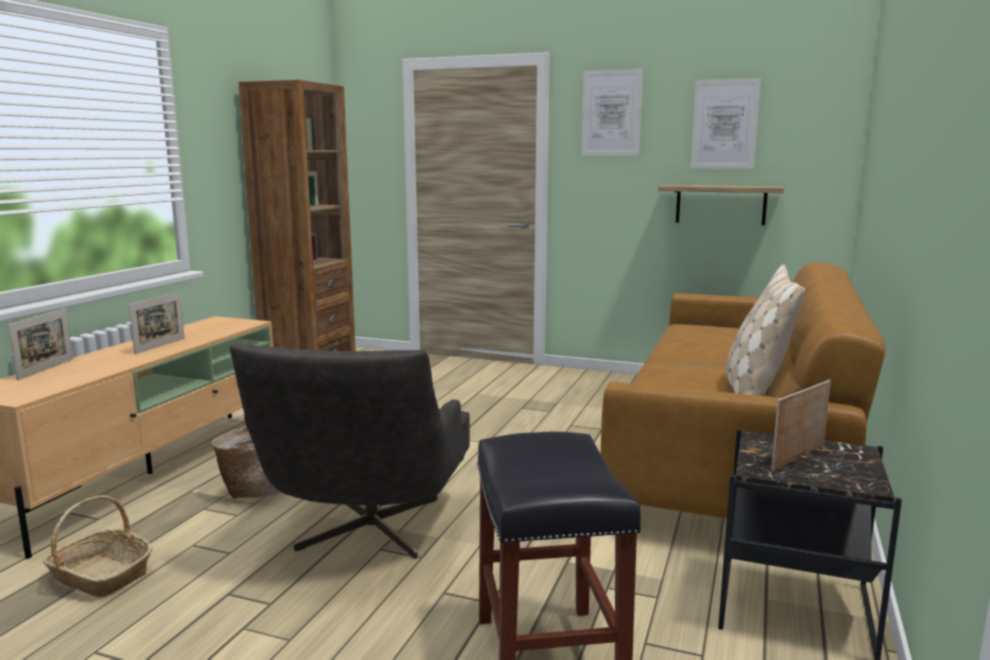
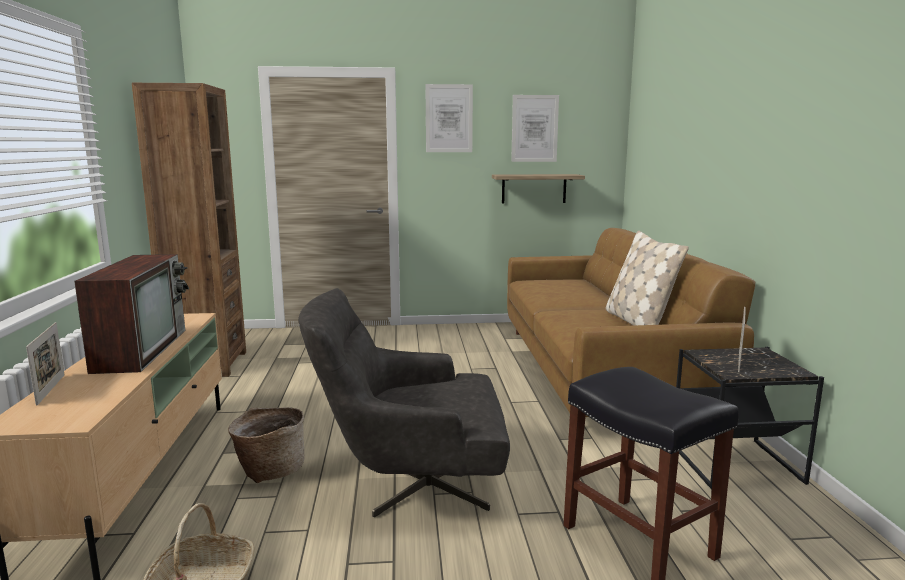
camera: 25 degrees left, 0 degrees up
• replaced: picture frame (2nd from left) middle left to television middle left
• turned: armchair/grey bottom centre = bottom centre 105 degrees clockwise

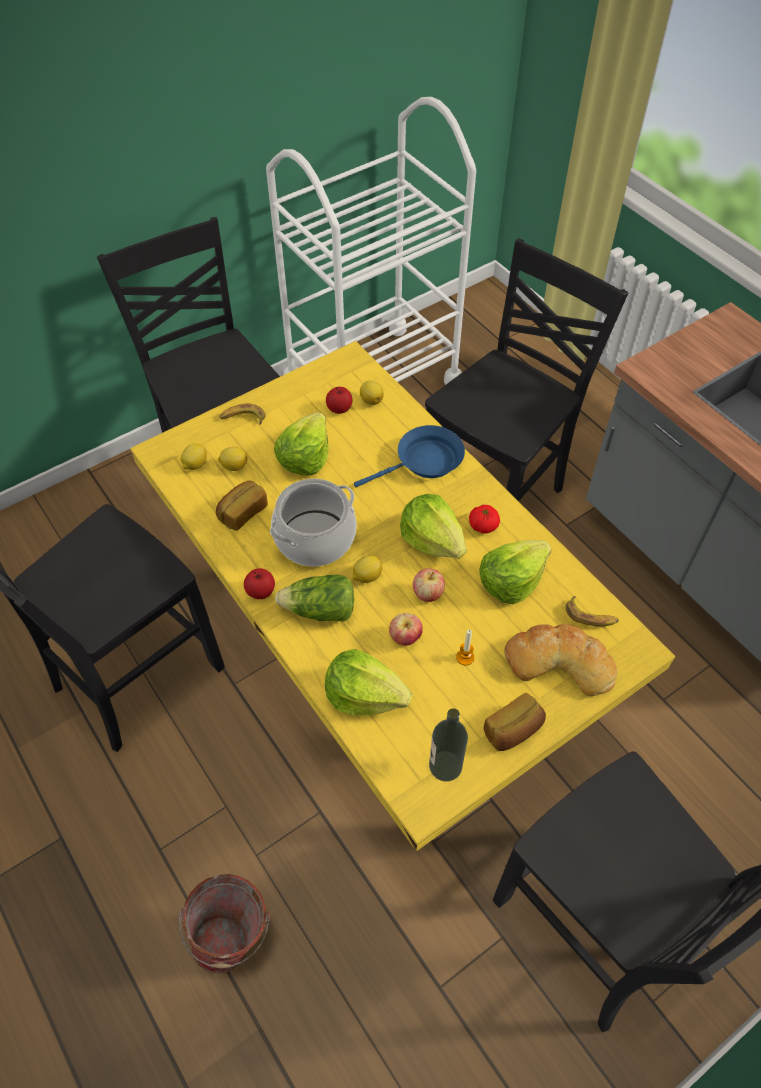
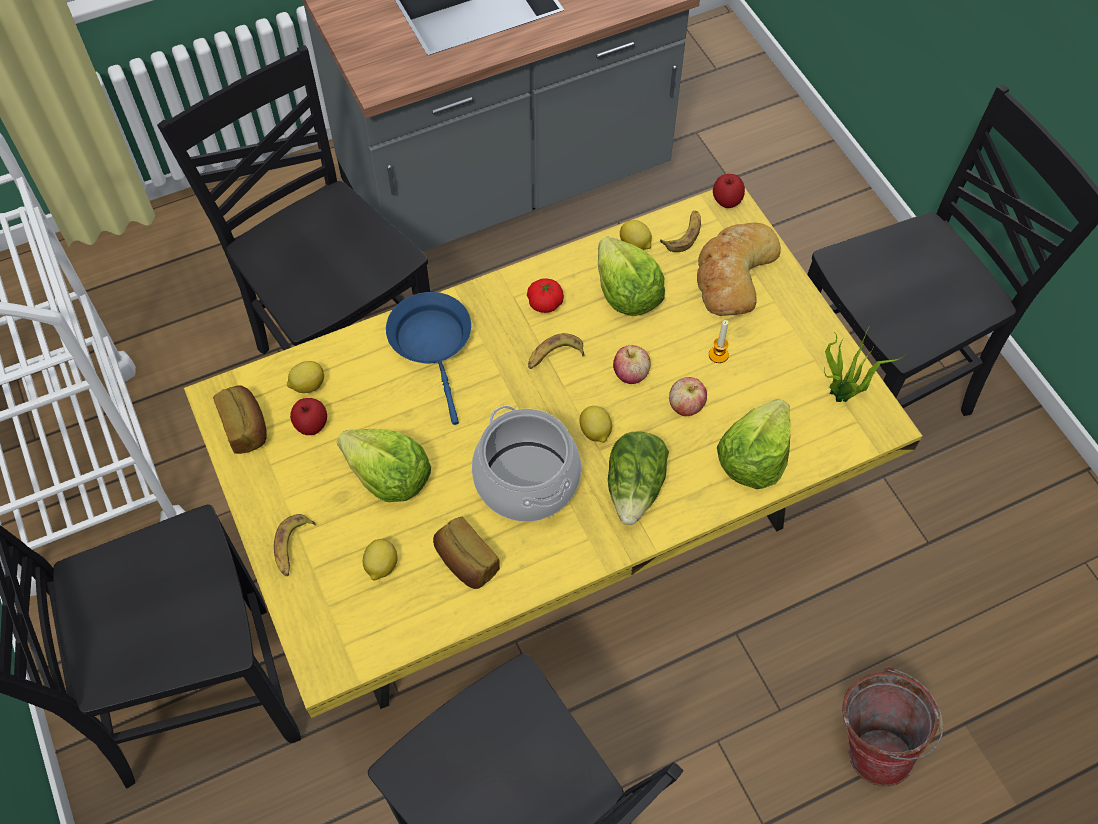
camera: 80 degrees left, 5 degrees up
• moved: lemon (1st from left in the first image) middle left to lemon (4th from left) top centre
• moved: apple (1st from left in the first image) centre to apple (4th from left) top centre
• replaced: lettuce (4th from left) centre to banana (2nd from left) centre
• replaced: bottle bottom centre to potted plant middle right
• moved: bread (2nd from left in the first image) middle right to bread (1st from left) middle left

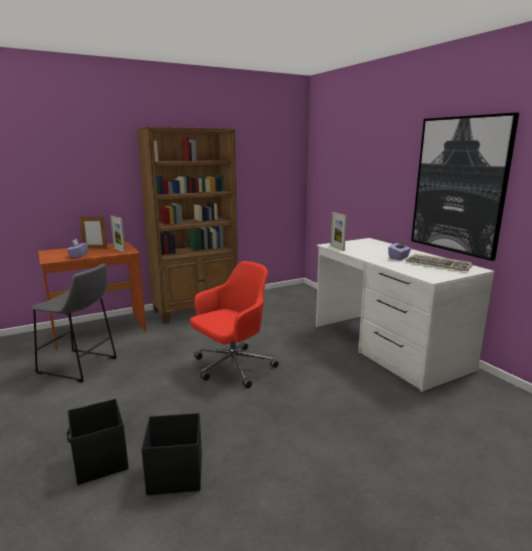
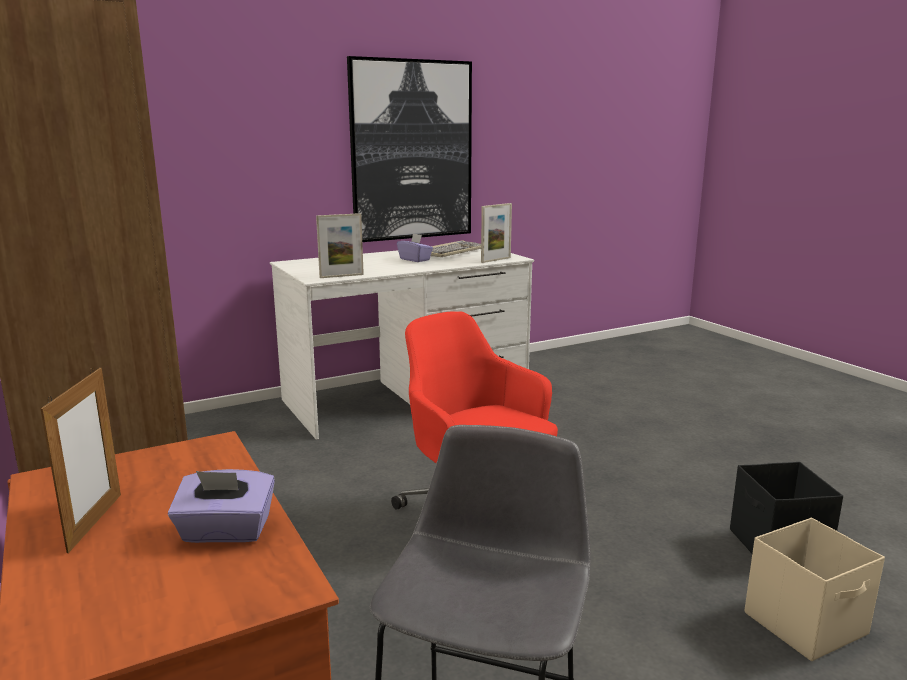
camera: 90 degrees left, 0 degrees up
• recoloured: storage box/black (1st from left) bottom left to storage box/beige bottom right
• moved: picture frame (2nd from left in the first image) middle left to picture frame (3rd from left) centre

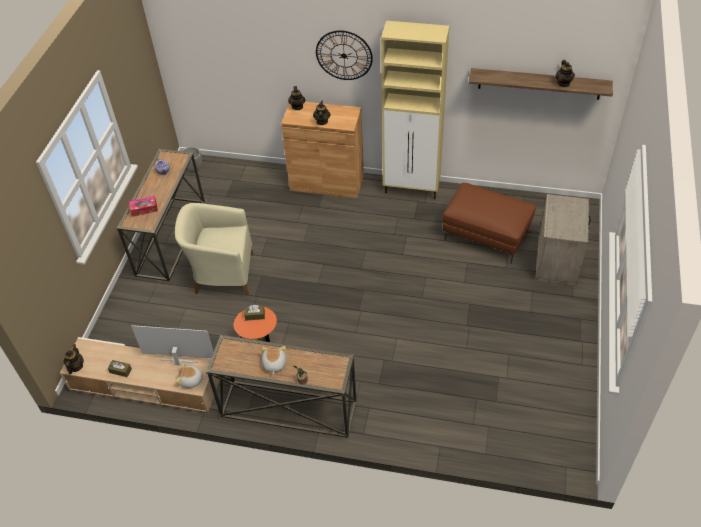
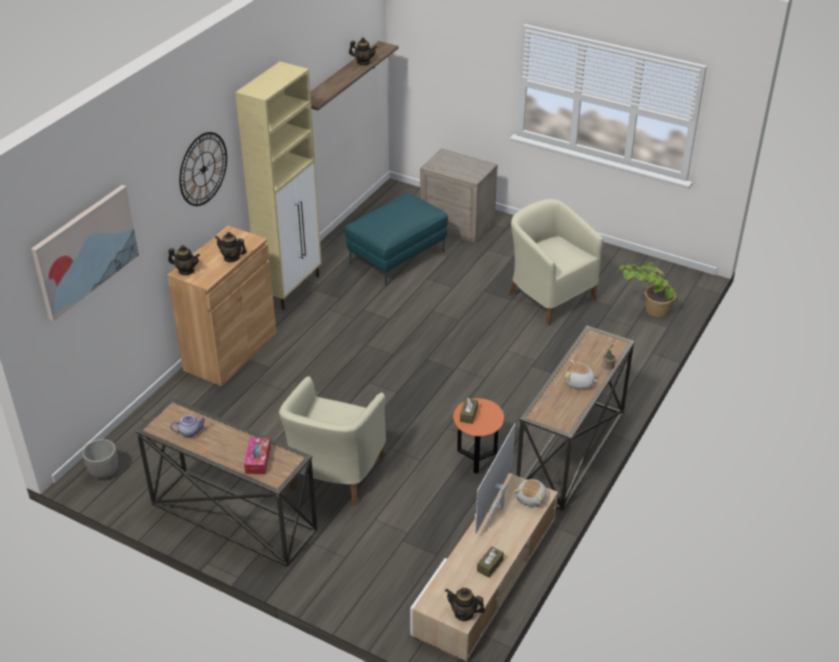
camera: 75 degrees left, 10 degrees down
• recoloured: ottoman/brown middle right to ottoman/turquoise centre
• added: picture middle left
• added: armchair/beige (2nd from left) centre
• added: potted plant (2nd from left) middle right

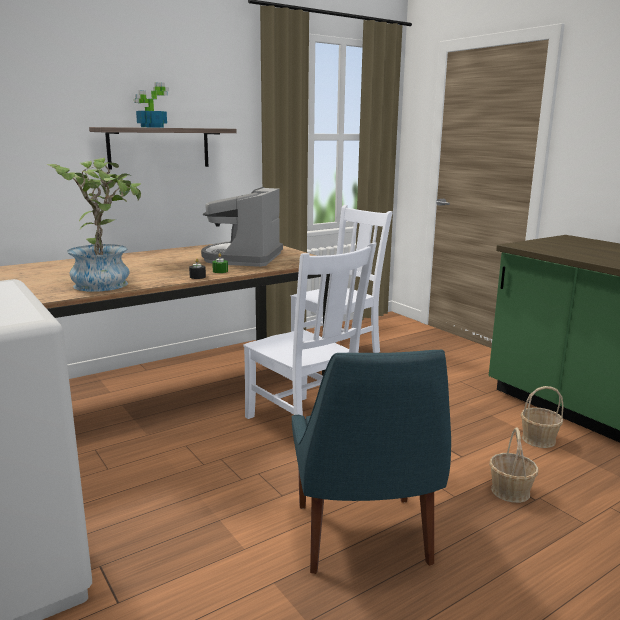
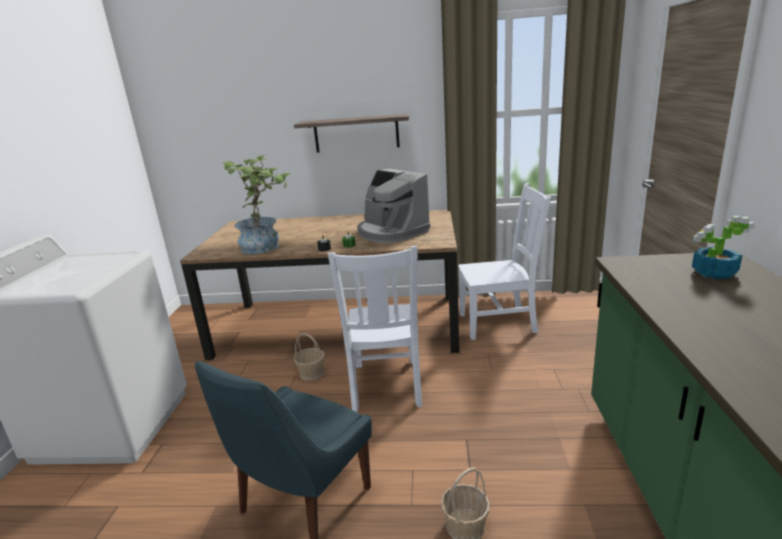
camera: 40 degrees right, 5 degrees up
• moved: potted plant (2nd from left) top left to middle right
• turned: coffee machine centre = centre 90 degrees counterclockwise
• moved: basket (2nd from left in the first image) bottom right to basket (1st from left) centre

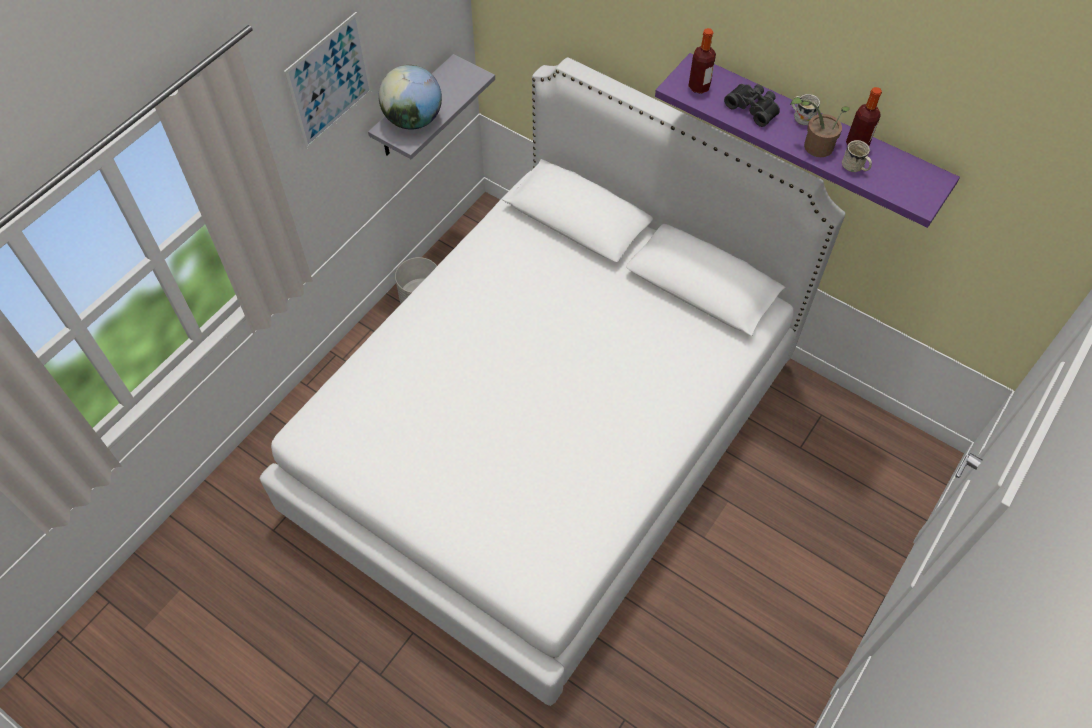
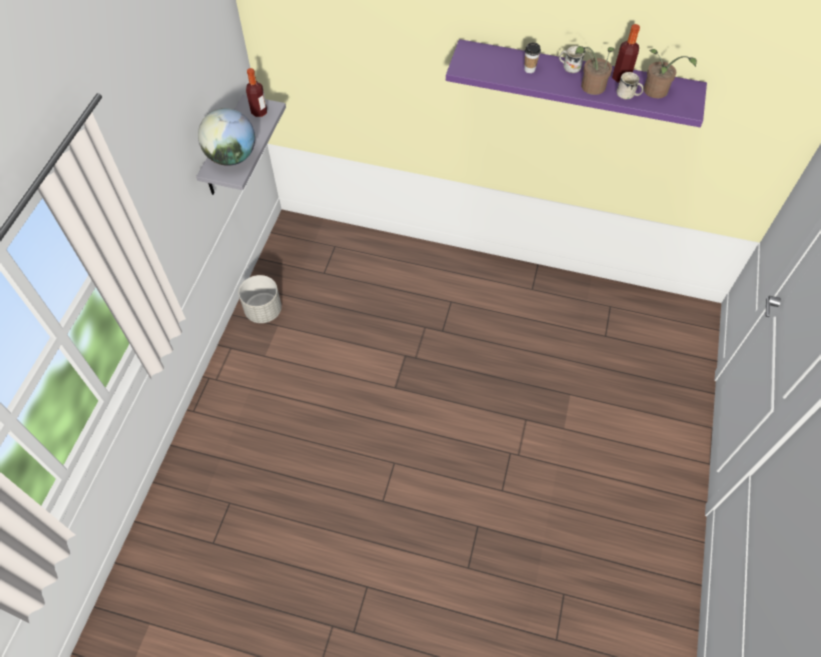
camera: 20 degrees left, 0 degrees up
• removed: bed/white centre
• removed: picture top left
• moved: bottle (1st from left) top centre to top left
• replaced: binoculars/black top right to cup top centre
• added: potted plant (2nd from left) top right

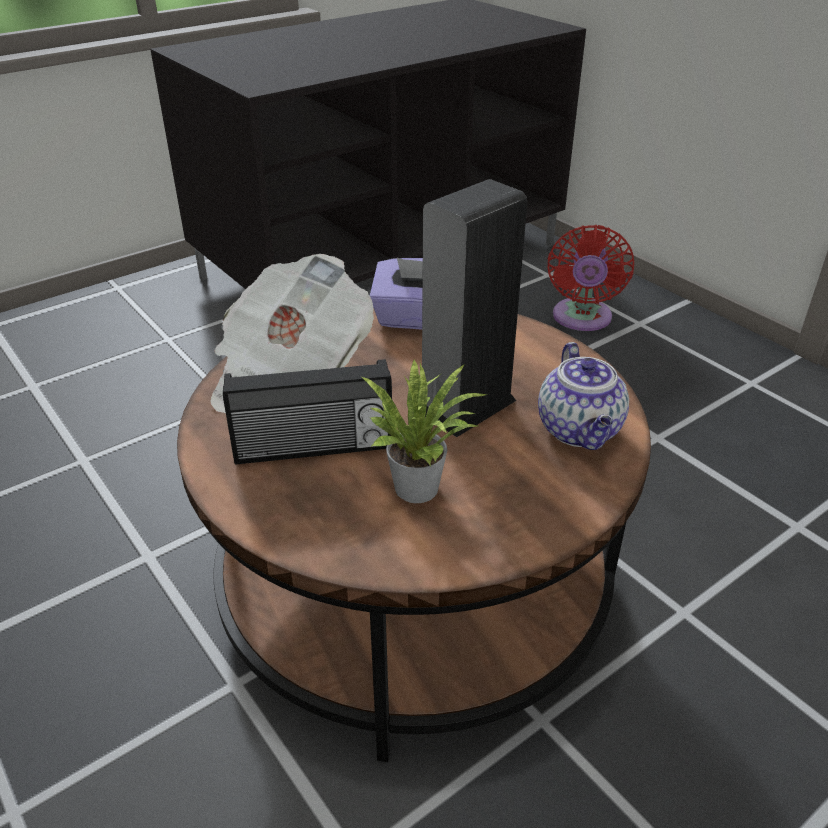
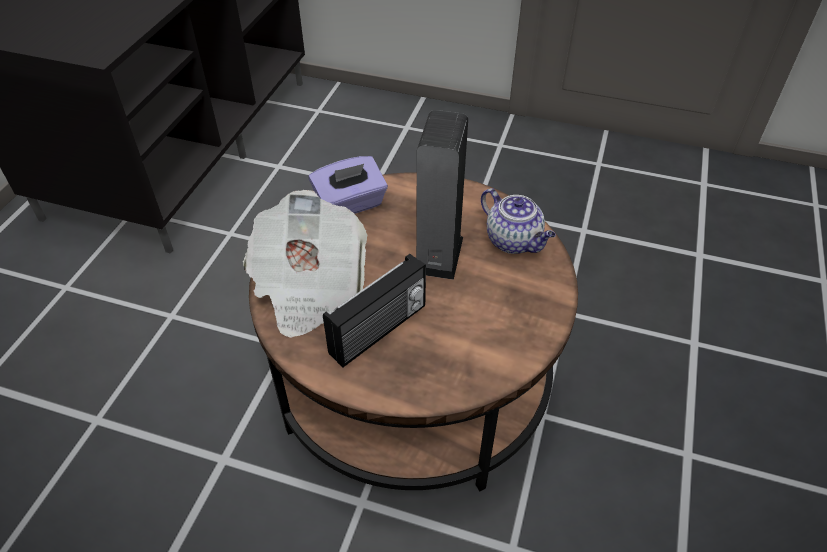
camera: 35 degrees left, 10 degrees up
• removed: potted plant centre
• removed: fan/red middle right

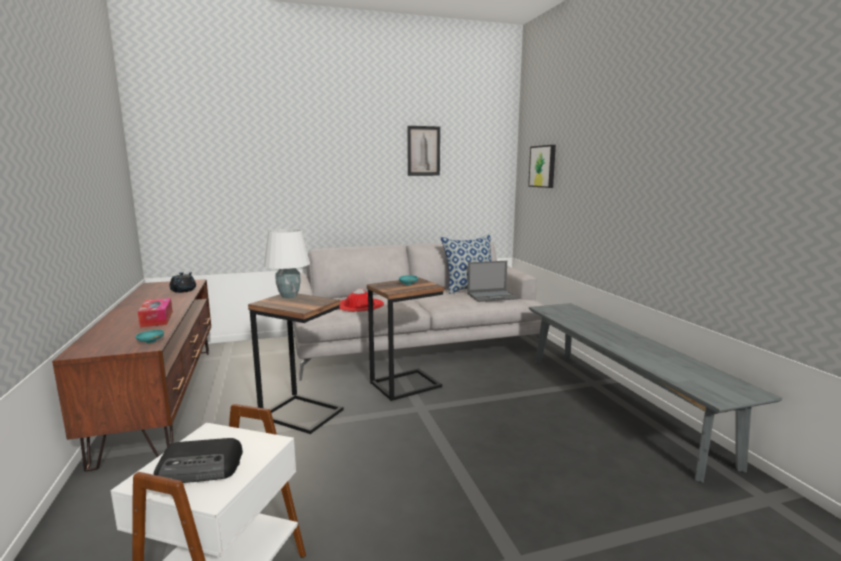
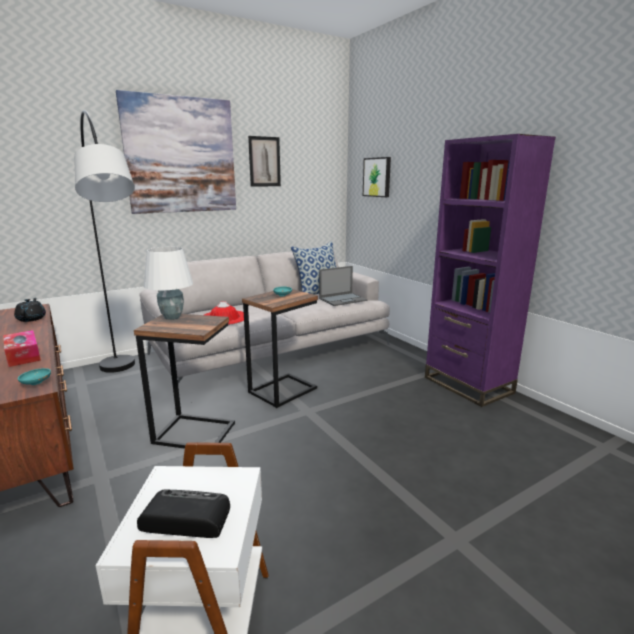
camera: 15 degrees left, 5 degrees up
• turned: radio bottom left = bottom left 150 degrees counterclockwise
• replaced: bench/grey bottom right to bookcase/purple middle right
• added: floor lamp/black middle left
• added: picture (1st from left) top left

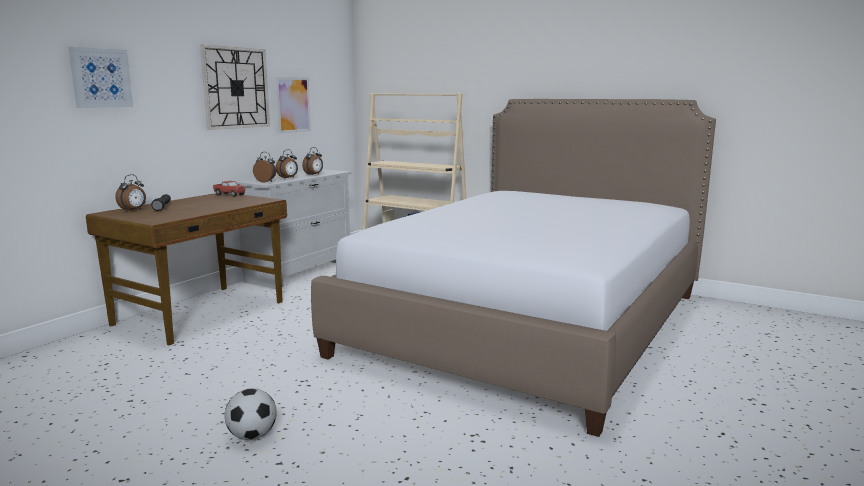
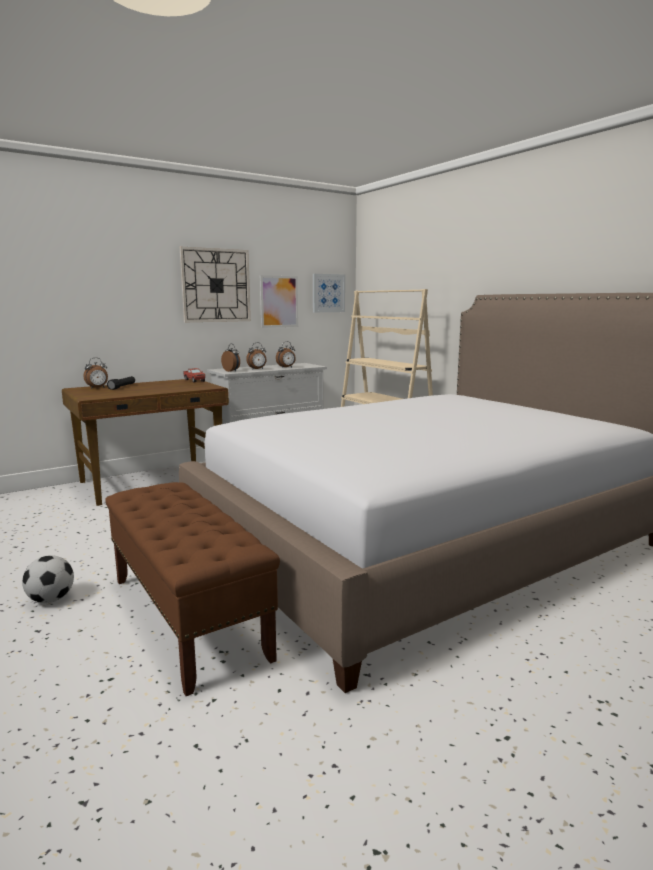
camera: 25 degrees right, 0 degrees up
• moved: picture (1st from left in the first image) top left to picture (2nd from left) centre
• added: bench/brown bottom left

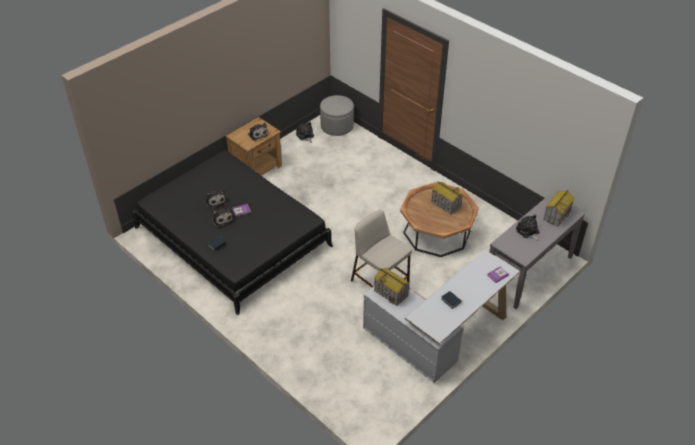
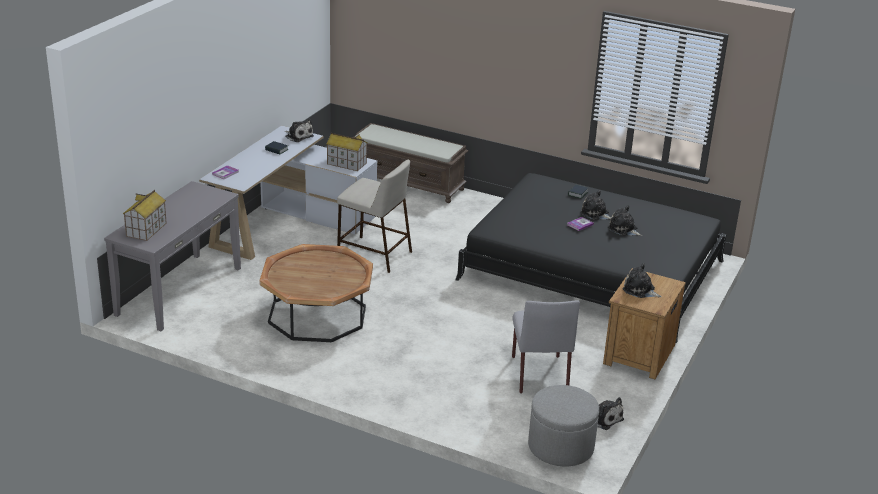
camera: 160 degrees right, 15 degrees down
• removed: toy house (2nd from left) centre
• moved: plush toy (5th from left in the first image) middle right to plush toy (1st from left) top centre
• added: bench/brown top centre
• added: chair/grey bottom centre

